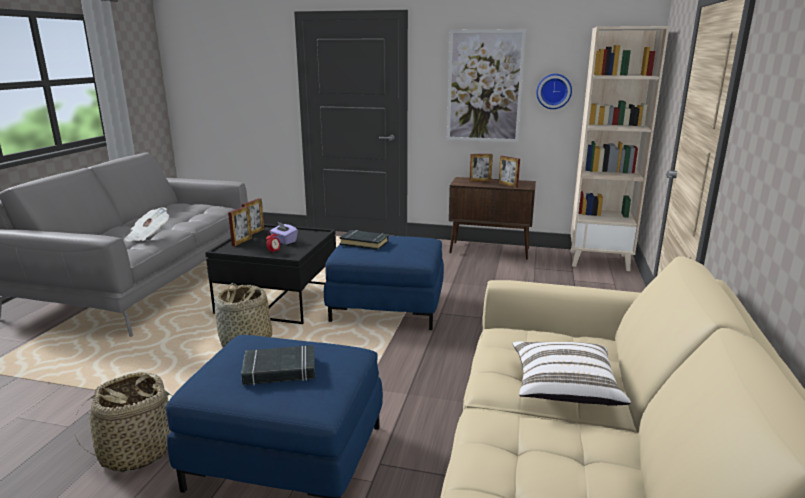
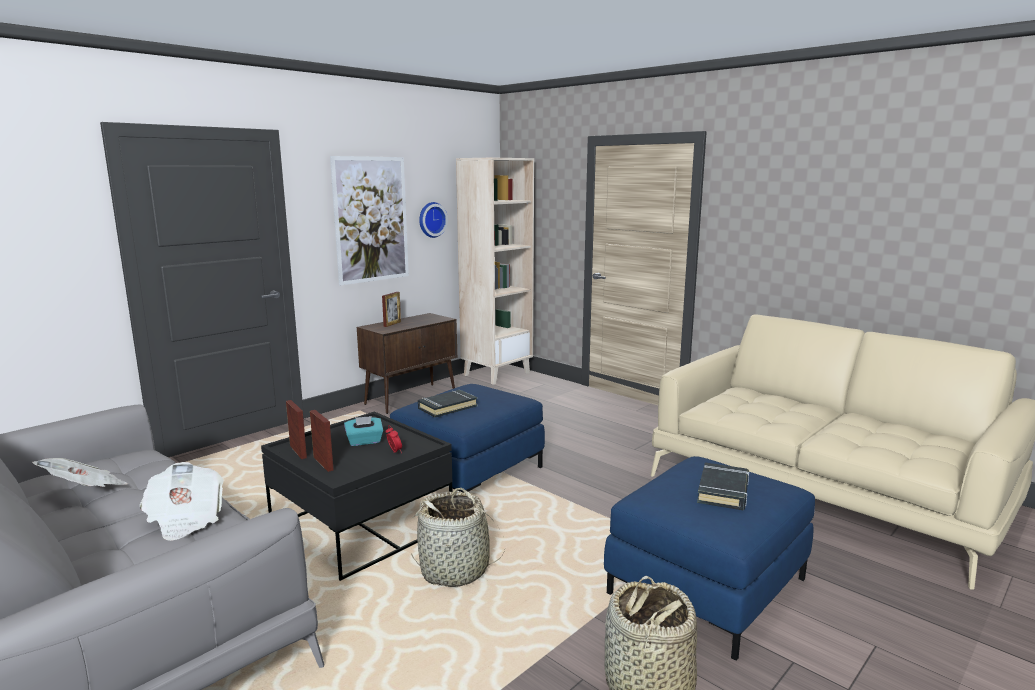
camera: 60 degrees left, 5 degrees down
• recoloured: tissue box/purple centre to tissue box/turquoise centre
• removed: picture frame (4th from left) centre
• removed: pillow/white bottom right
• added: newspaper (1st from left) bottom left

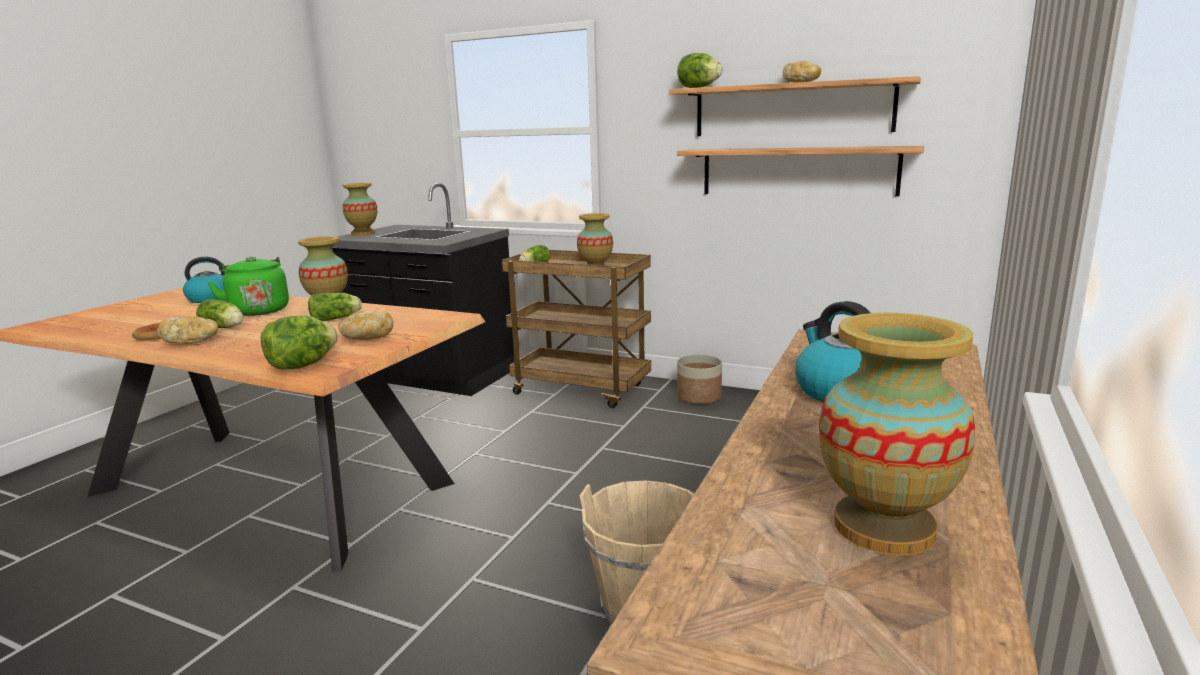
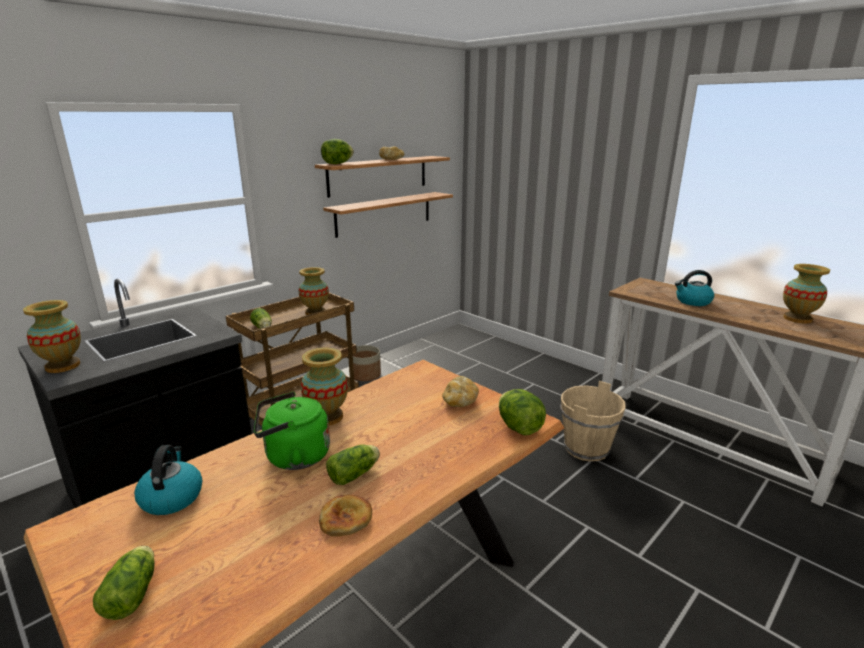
camera: 70 degrees left, 5 degrees up
• removed: bread (2nd from left) middle left
• moved: lettuce (3rd from left in the first image) middle left to lettuce (1st from left) bottom left

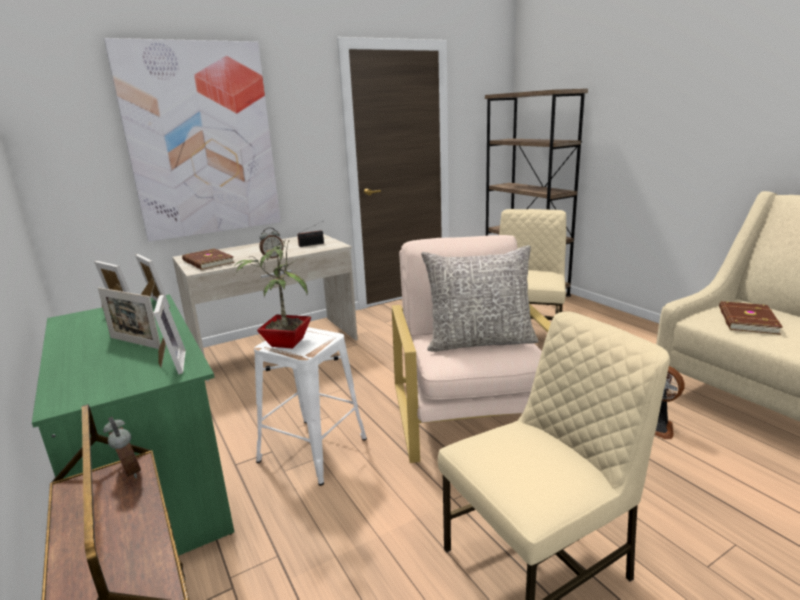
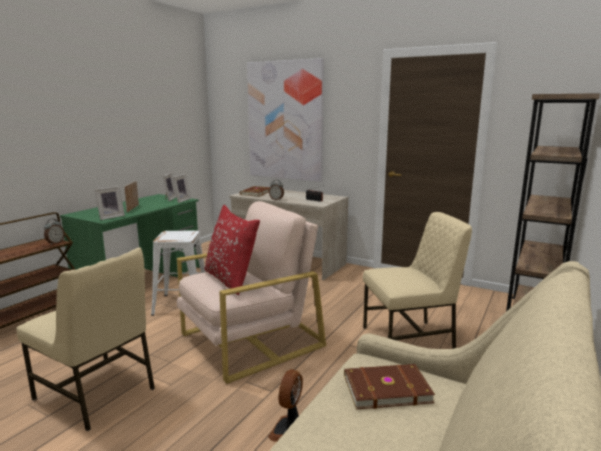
camera: 60 degrees right, 5 degrees down
• removed: potted plant centre
• recoloured: pillow/grey centre to pillow/red centre

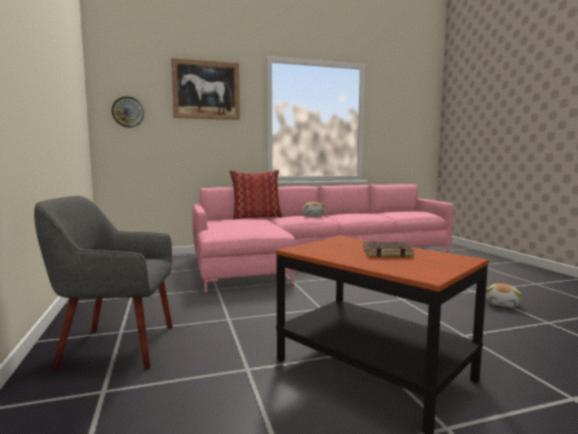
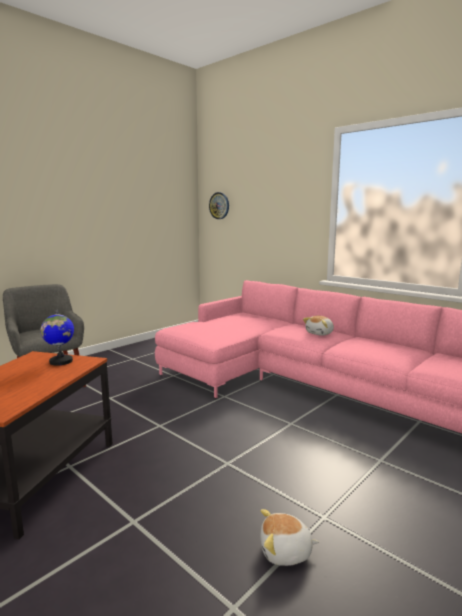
camera: 60 degrees right, 5 degrees up
• removed: picture top centre
• removed: pillow centre
• removed: book/brown middle right
• added: globe middle left

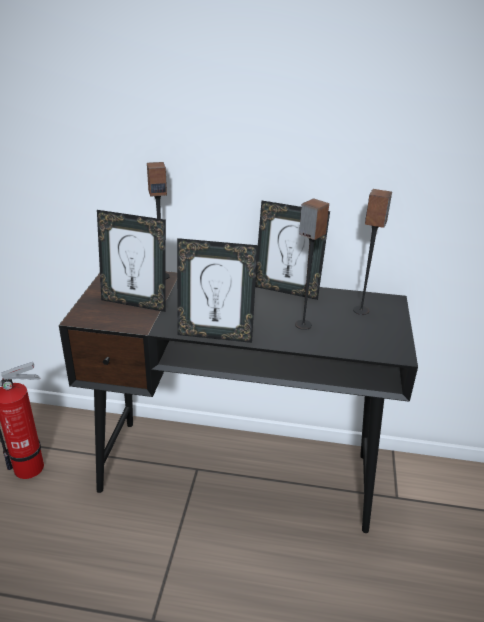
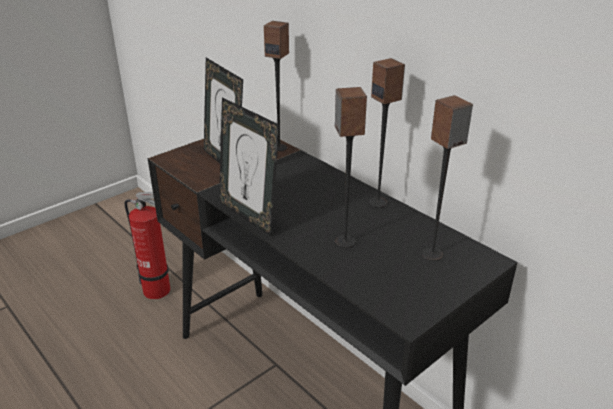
camera: 40 degrees right, 0 degrees up
• replaced: picture frame (3rd from left) centre to speaker (3rd from left) top centre

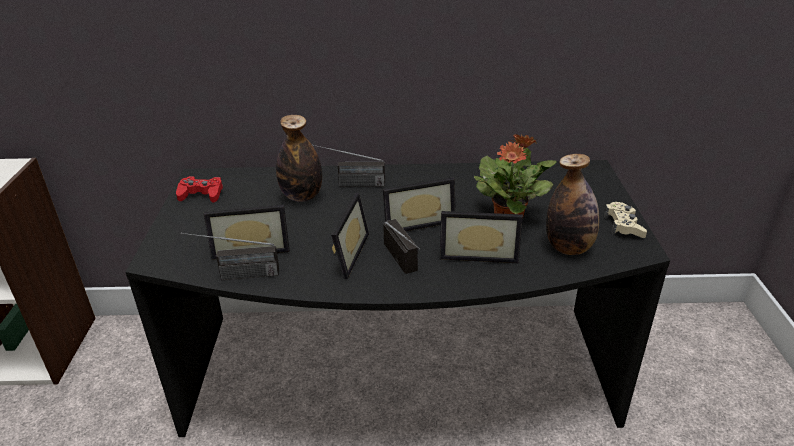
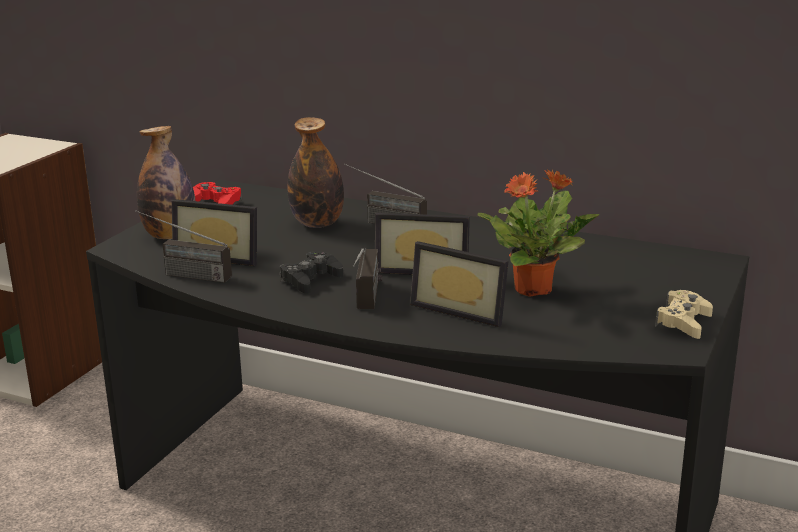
camera: 25 degrees right, 10 degrees down
• replaced: picture frame (2nd from left) centre to game controller/black centre
• moved: bottle (2nd from left in the first image) middle right to bottle (1st from left) middle left

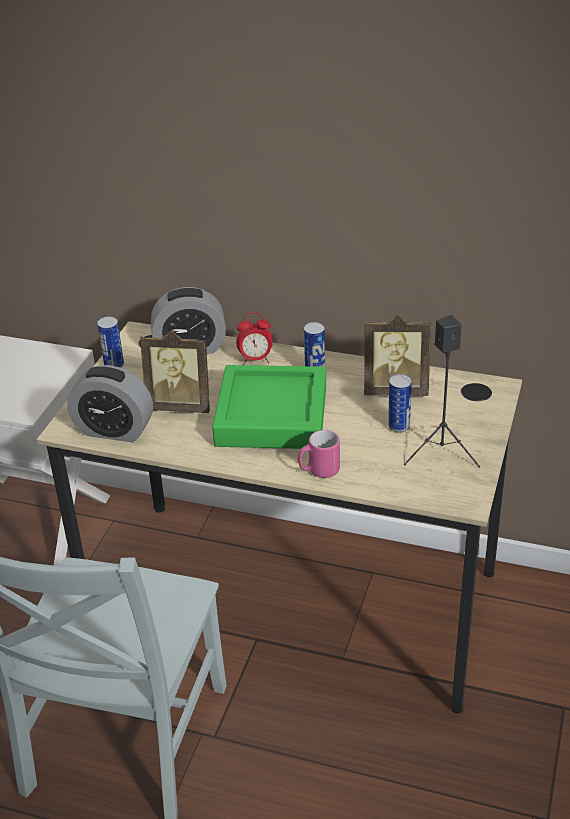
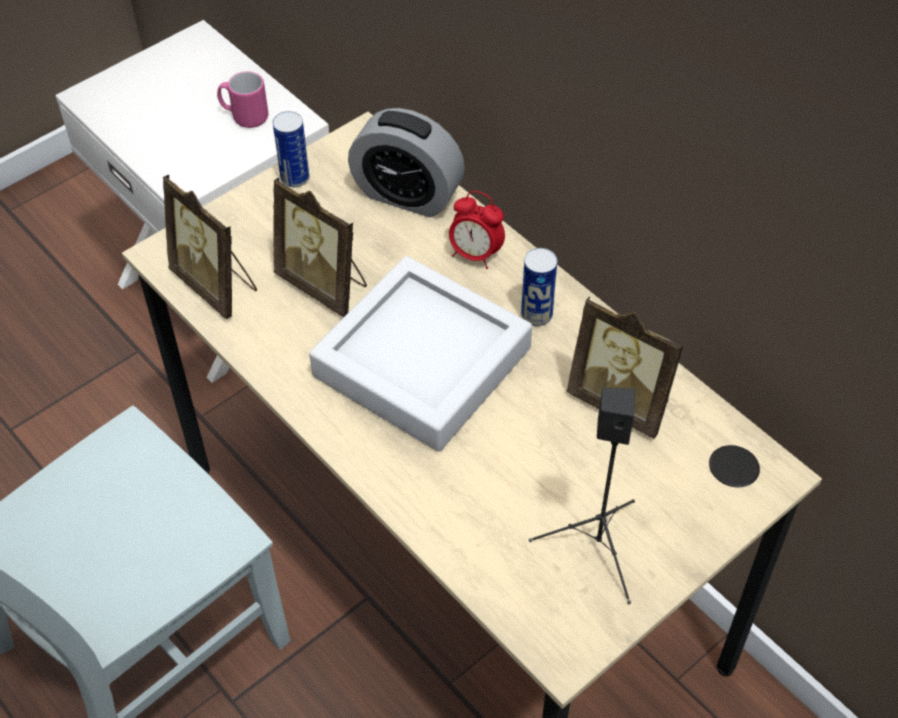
camera: 30 degrees right, 15 degrees up
• replaced: alarm clock (1st from left) middle left to picture frame (1st from left) middle left
• recoloured: tray/green centre to tray/grey centre
• moved: mug/pink centre to top left
• removed: can (3rd from left) middle right

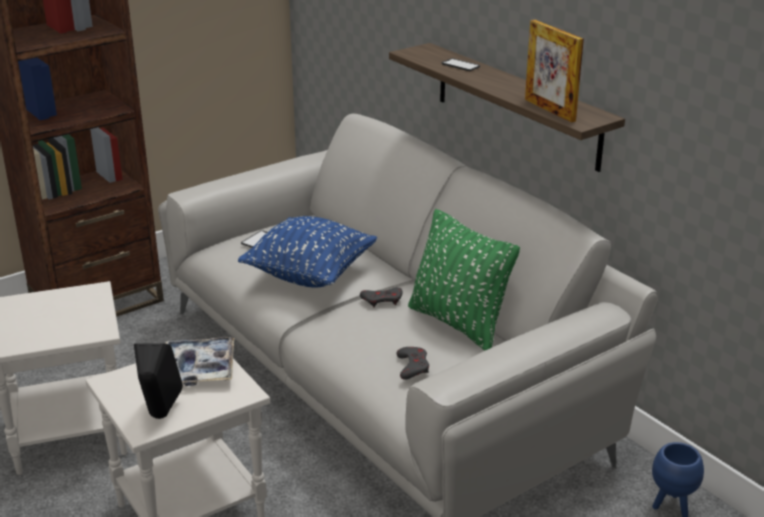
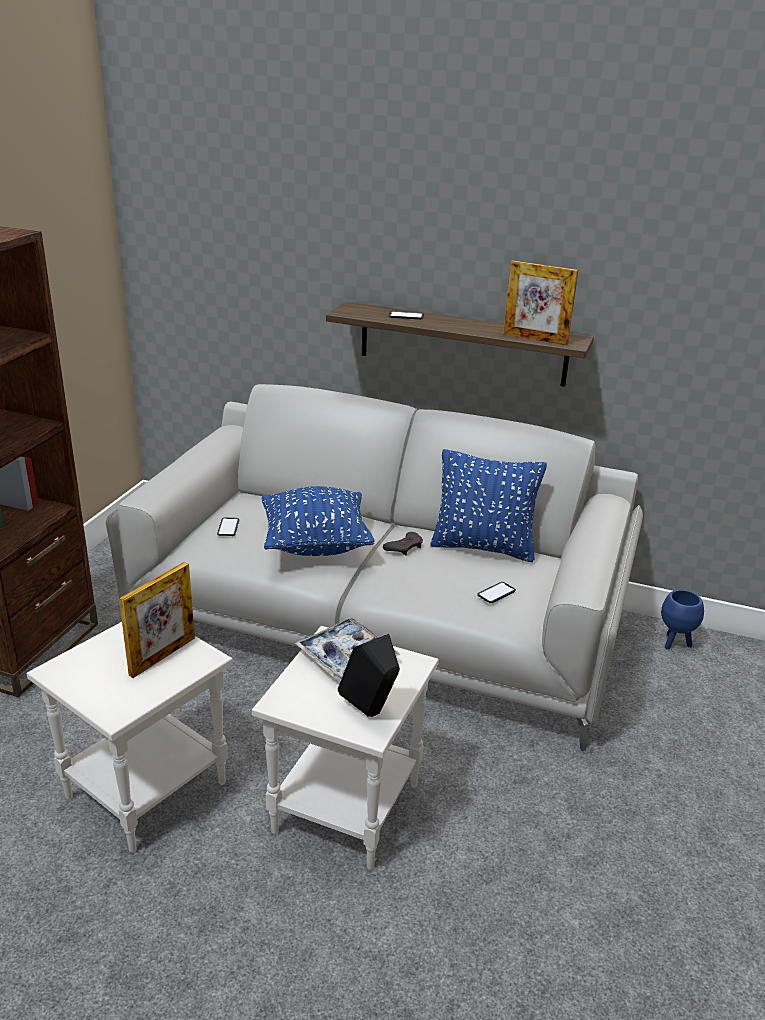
camera: 35 degrees left, 0 degrees up
• replaced: game controller/grey (2nd from left) bottom centre to phone (3rd from left) centre
• recoloured: pillow/green centre to pillow/blue (2nd from left) centre
• added: picture frame (1st from left) middle left

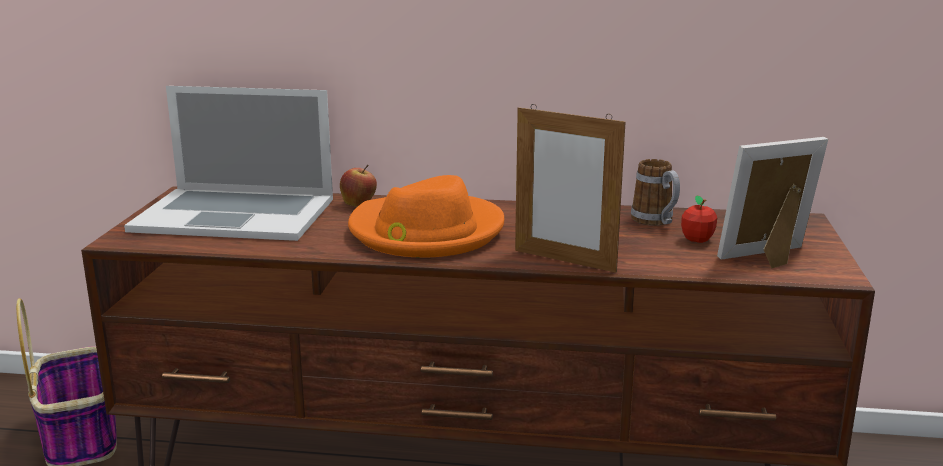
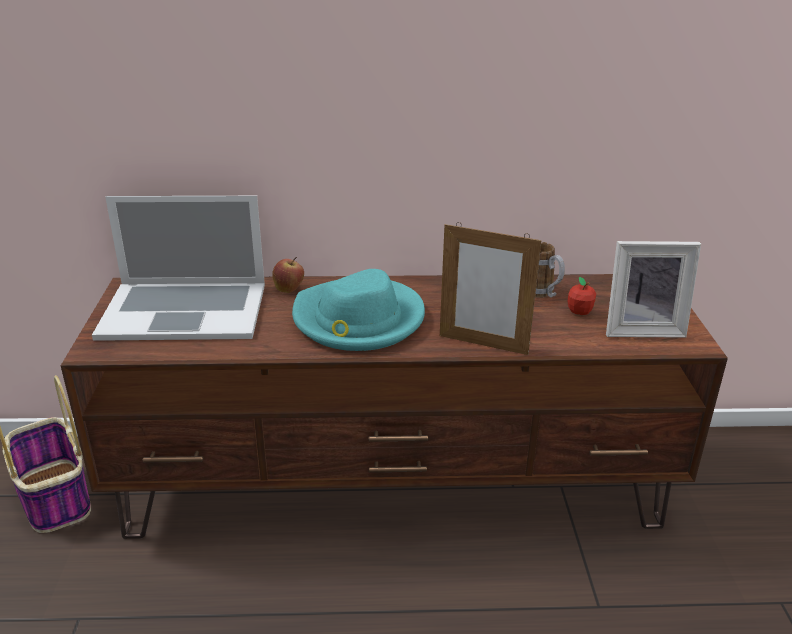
camera: 10 degrees left, 10 degrees up
• recoloured: hat/orange centre to hat/turquoise centre
• turned: picture frame (2nd from left) middle right = middle right 150 degrees counterclockwise

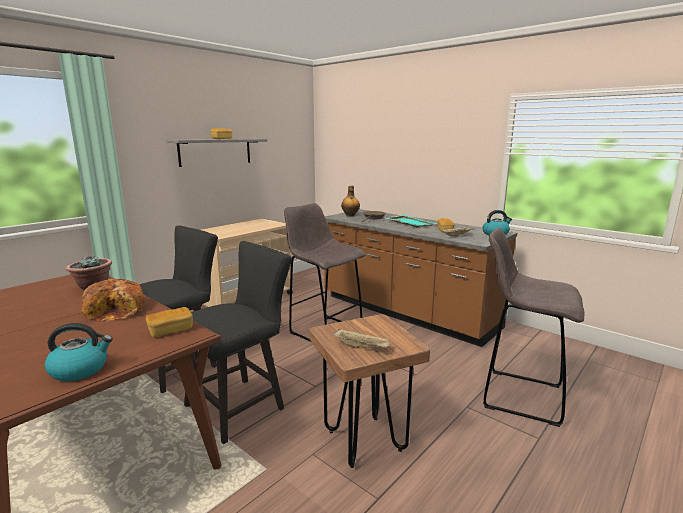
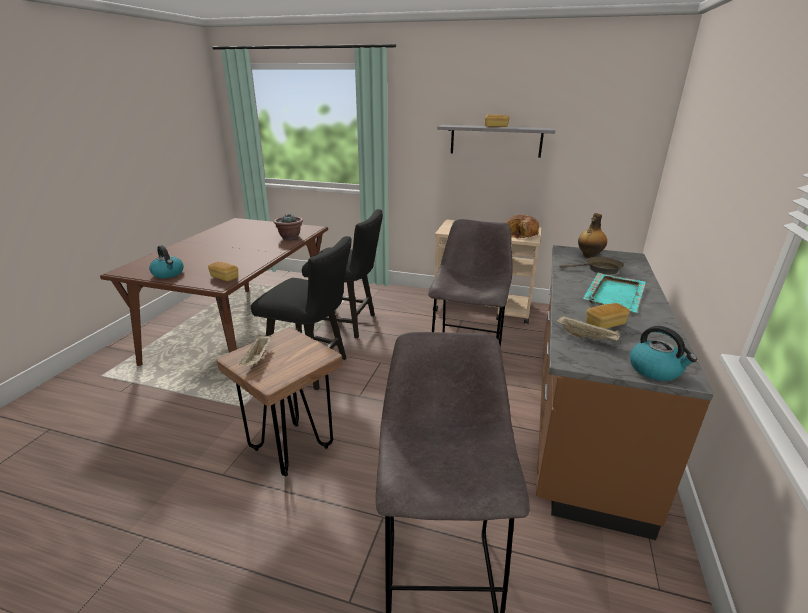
camera: 65 degrees right, 10 degrees up
• moved: bread (1st from left in the first image) middle left to bread (3rd from left) centre

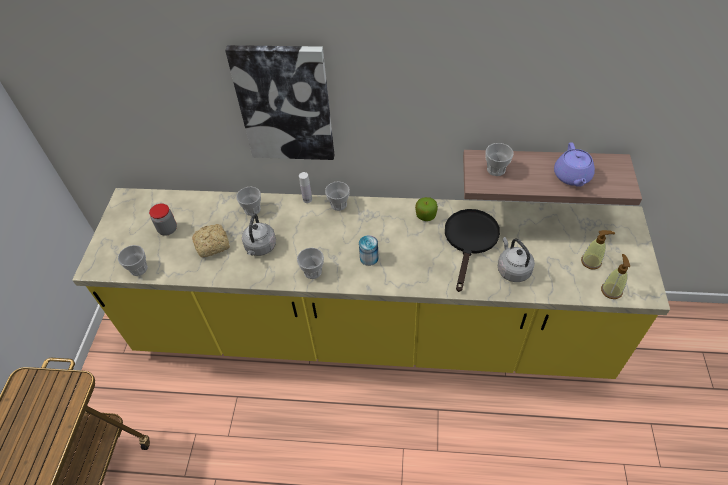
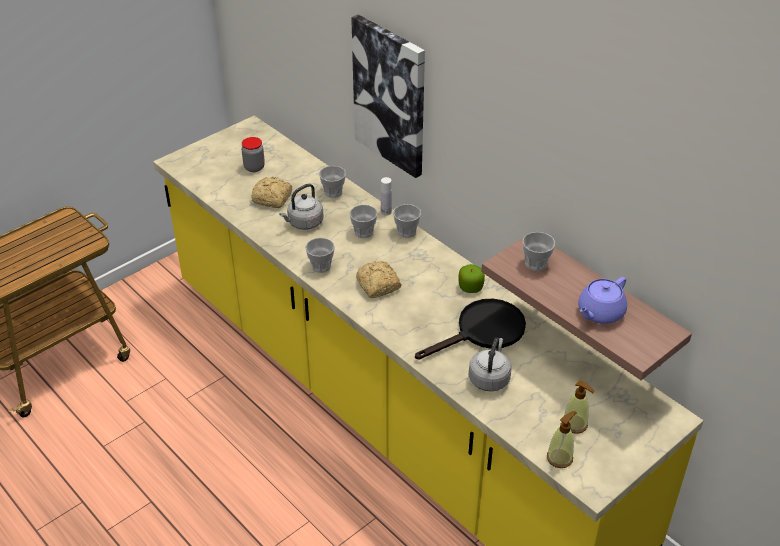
camera: 40 degrees right, 10 degrees down
• moved: cup (1st from left in the first image) middle left to cup (3rd from left) centre
• replaced: can centre to bread (2nd from left) centre

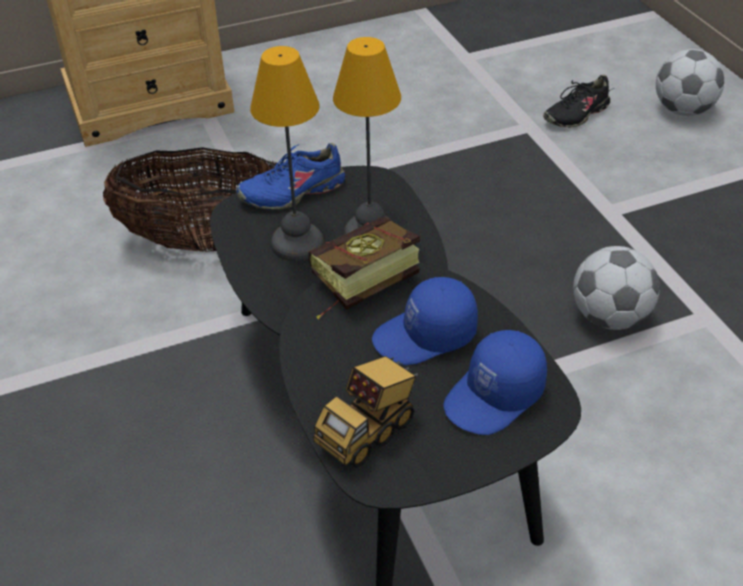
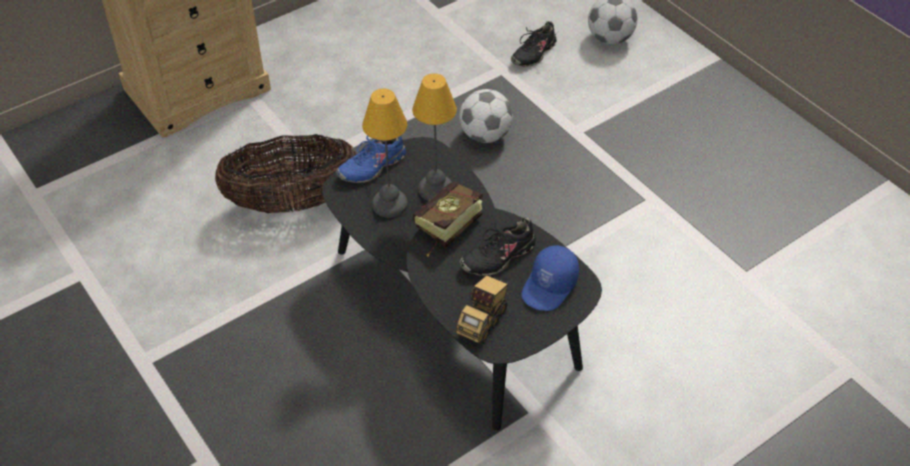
camera: 15 degrees left, 5 degrees up
• replaced: cap/blue (1st from left) centre to shoe/black (1st from left) centre
• moved: football (1st from left) middle right to top centre

